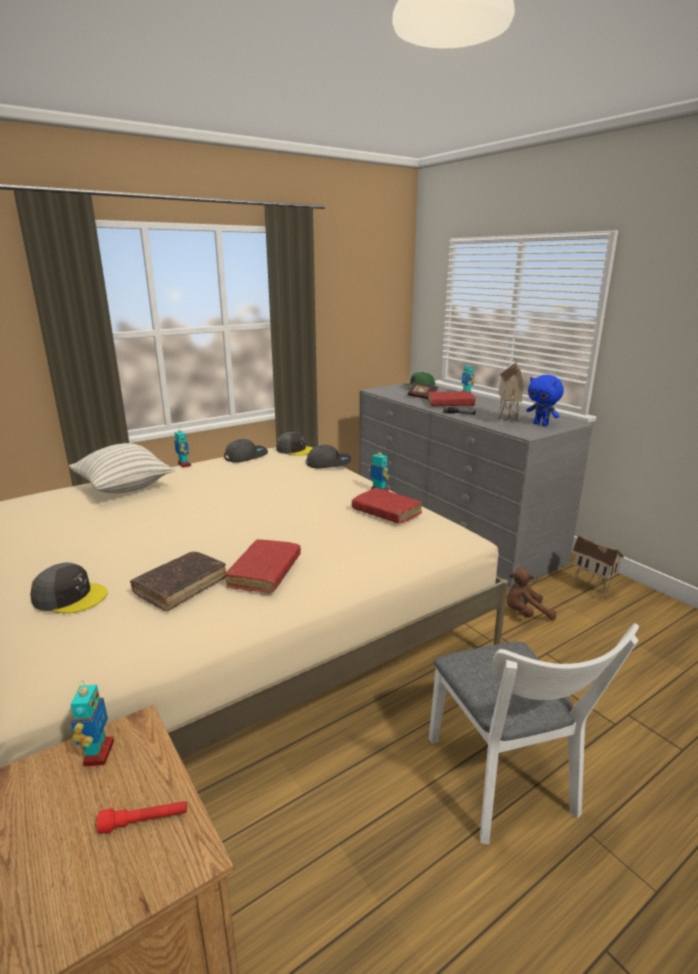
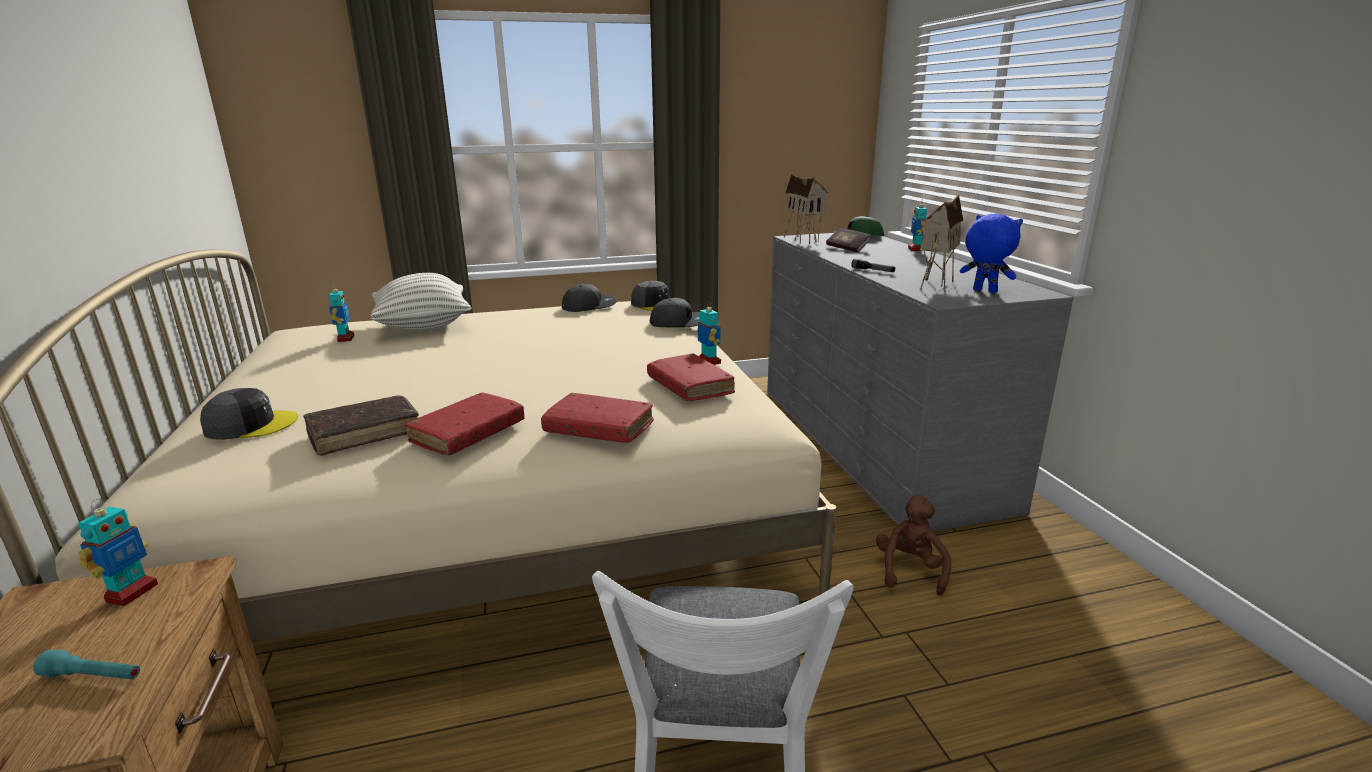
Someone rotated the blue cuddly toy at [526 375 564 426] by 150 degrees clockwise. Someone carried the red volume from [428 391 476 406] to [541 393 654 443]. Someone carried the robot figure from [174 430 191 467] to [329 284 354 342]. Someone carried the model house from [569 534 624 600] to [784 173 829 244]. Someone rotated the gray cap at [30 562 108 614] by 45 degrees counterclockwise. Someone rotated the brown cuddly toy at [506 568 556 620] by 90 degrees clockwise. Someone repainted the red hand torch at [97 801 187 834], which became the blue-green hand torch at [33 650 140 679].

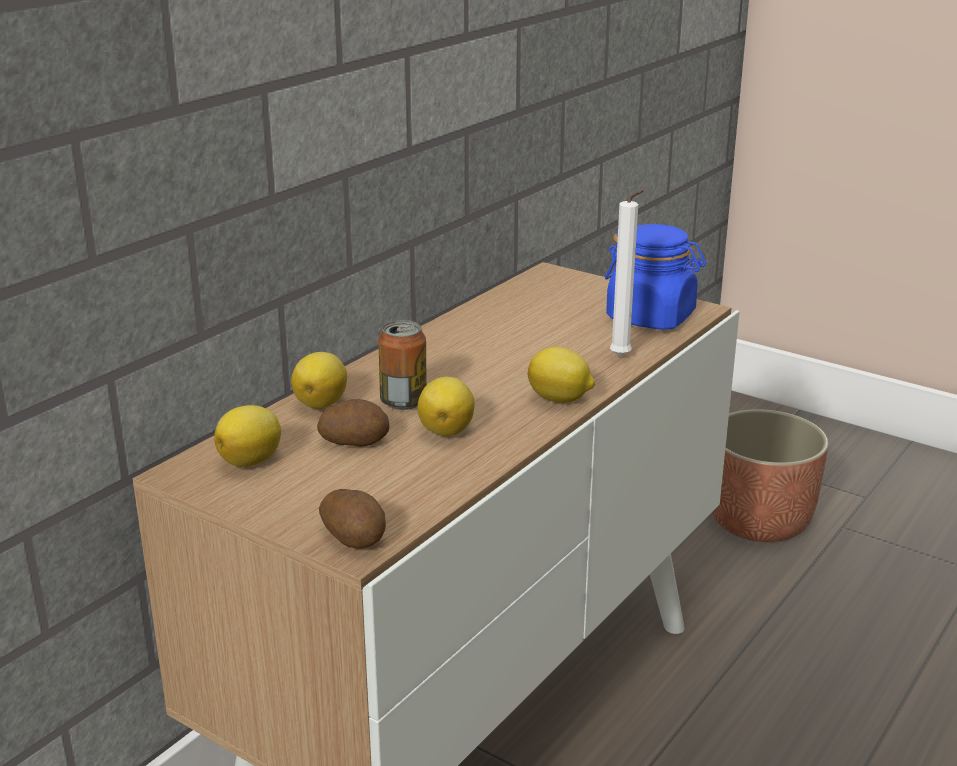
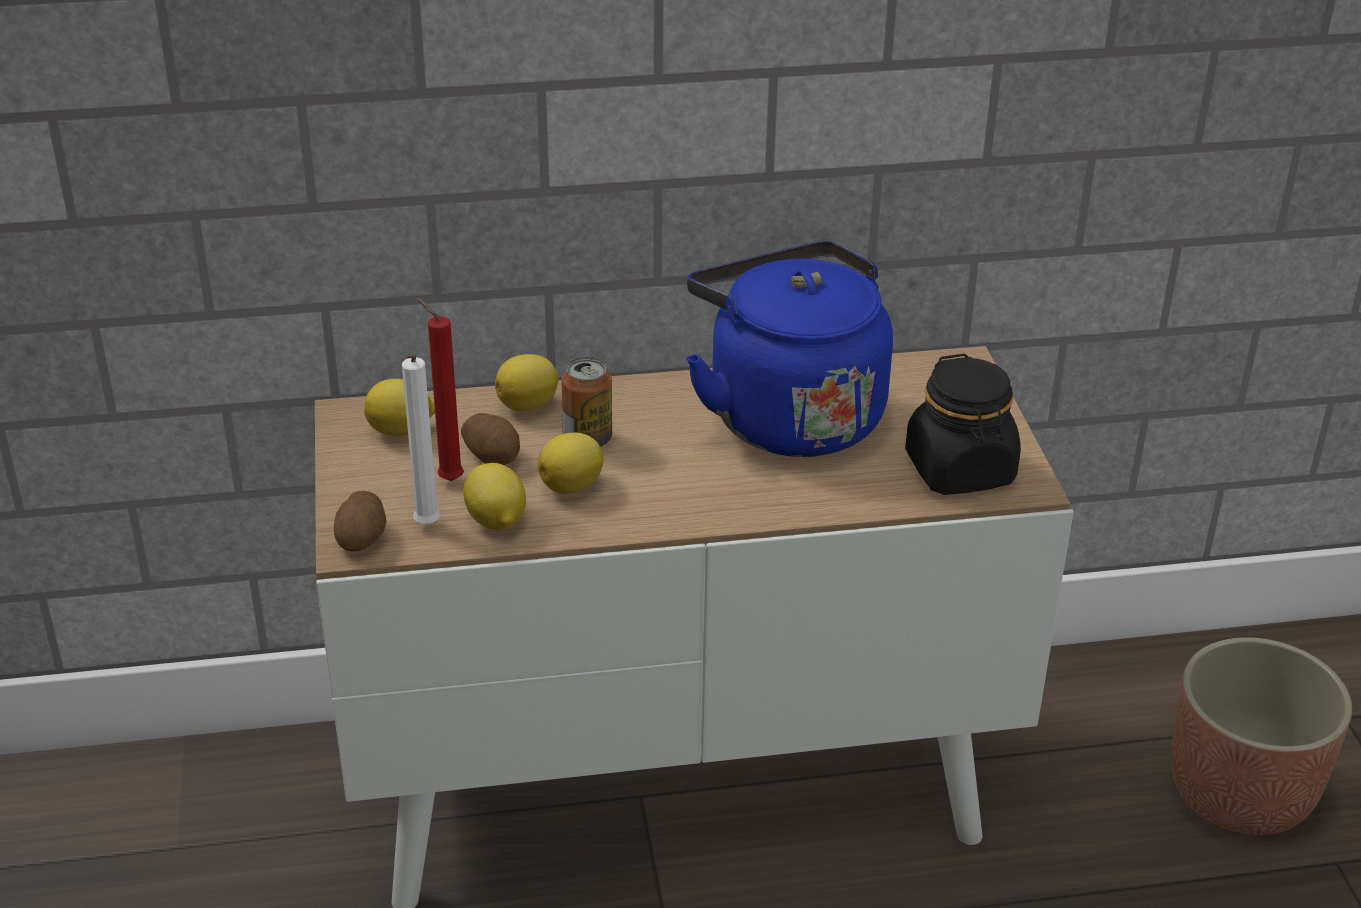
Someone carried the white candle from [610 189 645 357] to [402 355 440 525]. Someone repainted the blue jar at [605 224 706 330], which became the black-coloured jar at [905 354 1021 495]. Someone carried the whole lemon from [528 347 595 403] to [463 463 526 530]. Someone put down the blue kettle at [686 241 893 457]. Someone put down the red candle at [416 298 464 481].

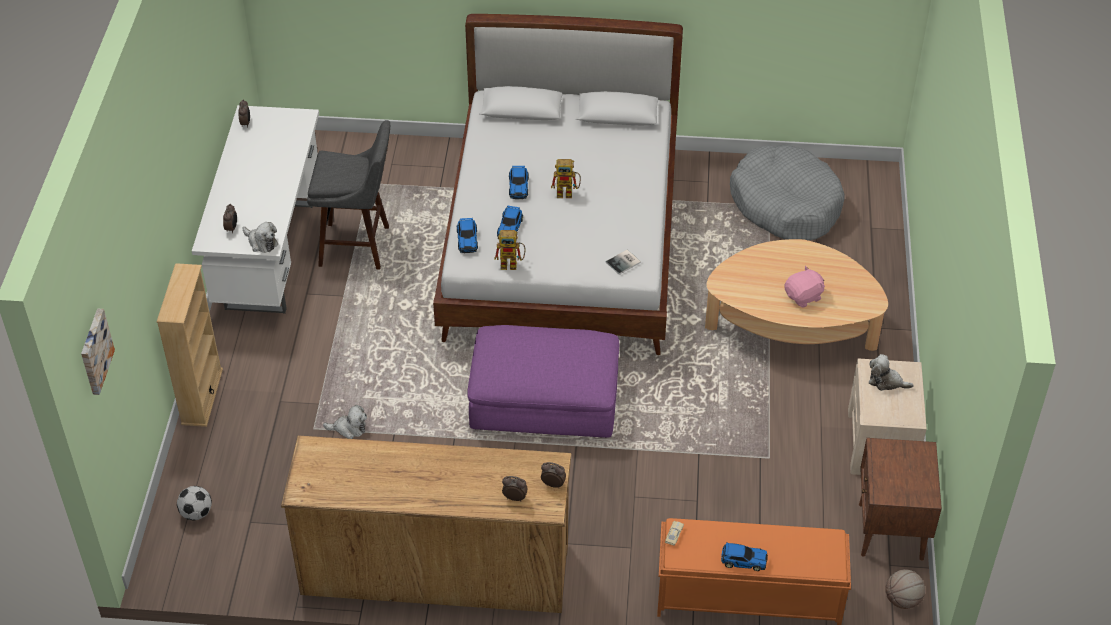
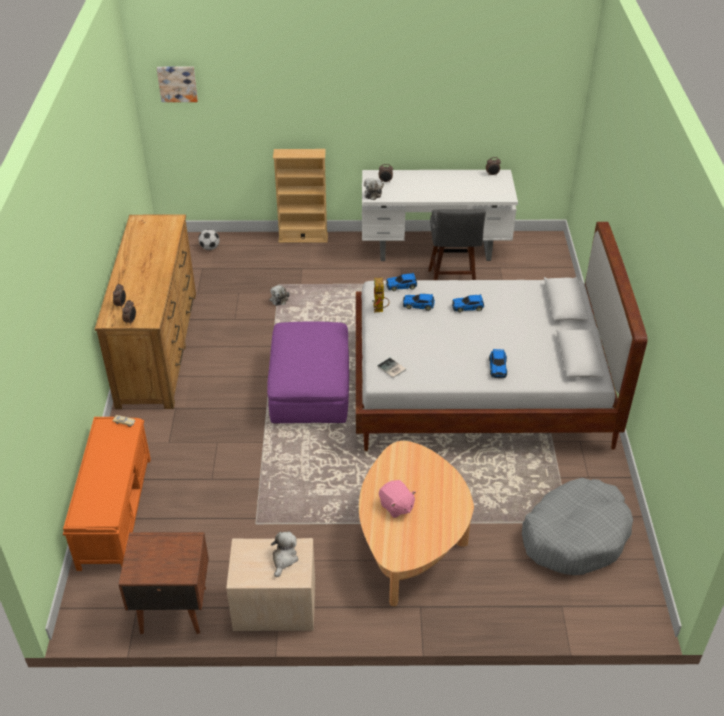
Someone took away the robot figure at [551 159 581 198]. Someone carried the miniature car from [721 542 768 571] to [489 349 507 378]. Someone took away the basketball at [885 569 925 609].

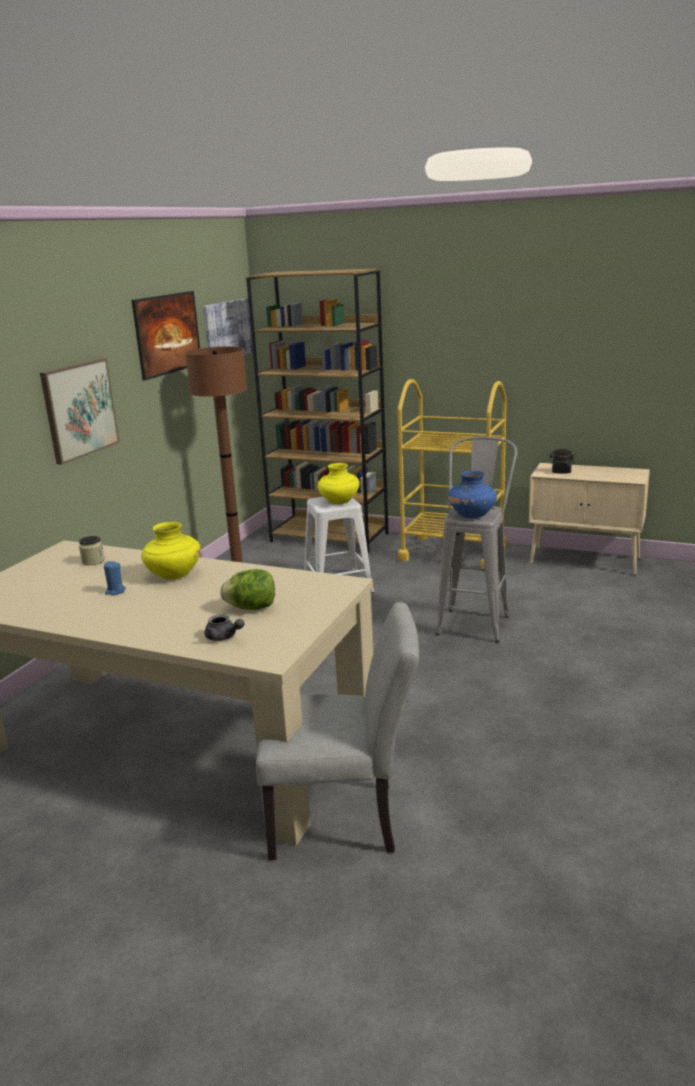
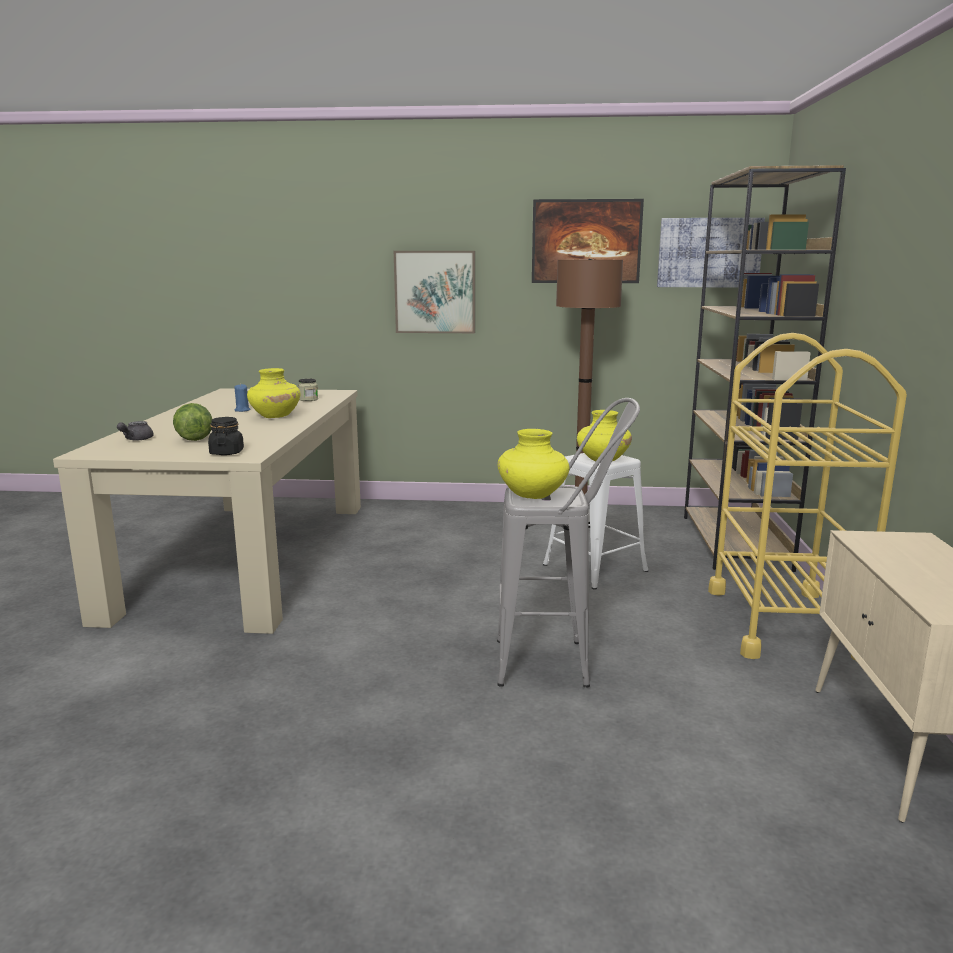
Someone carried the black-coloured jar from [550 449 574 474] to [208 417 244 455]. Someone repainted the blue vase at [448 471 497 518], which became the yellow vase at [498 429 569 499]. Someone took away the gray chair at [256 602 419 860].

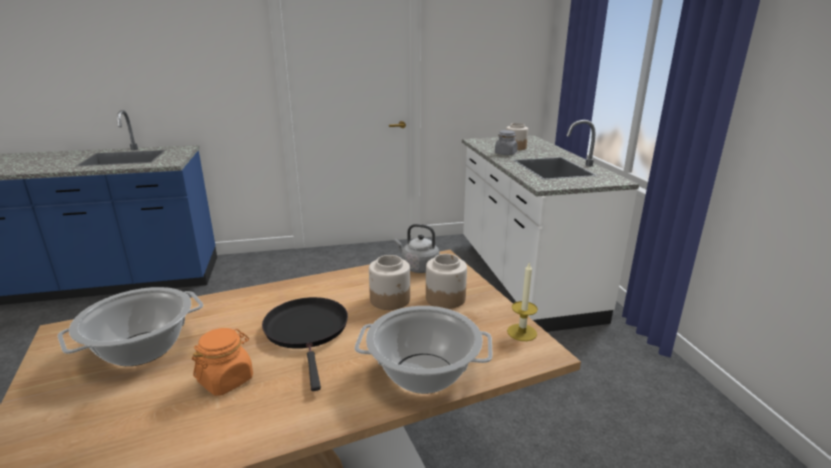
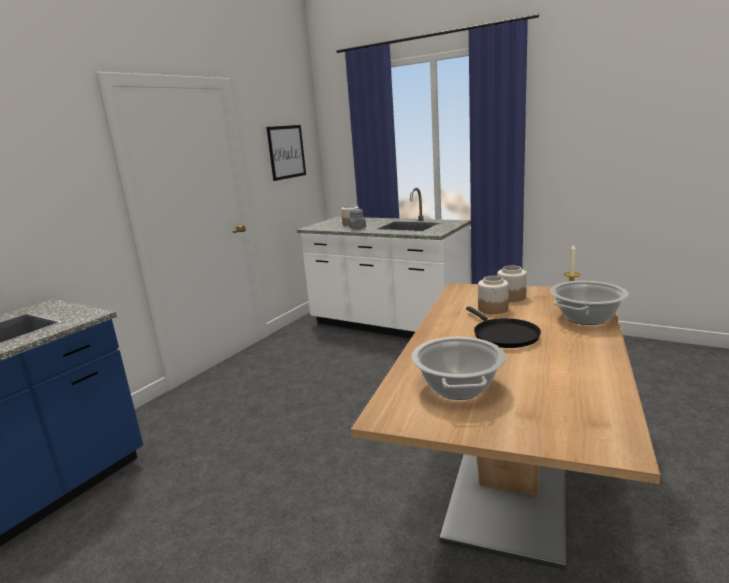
Someone took away the gray kettle at [394 224 440 273]. Someone rotated the black-coloured frying pan at [262 297 348 391] by 135 degrees counterclockwise. Someone took away the orange-coloured jar at [192 328 253 396]. Someone put up the wall art at [266 125 306 181].

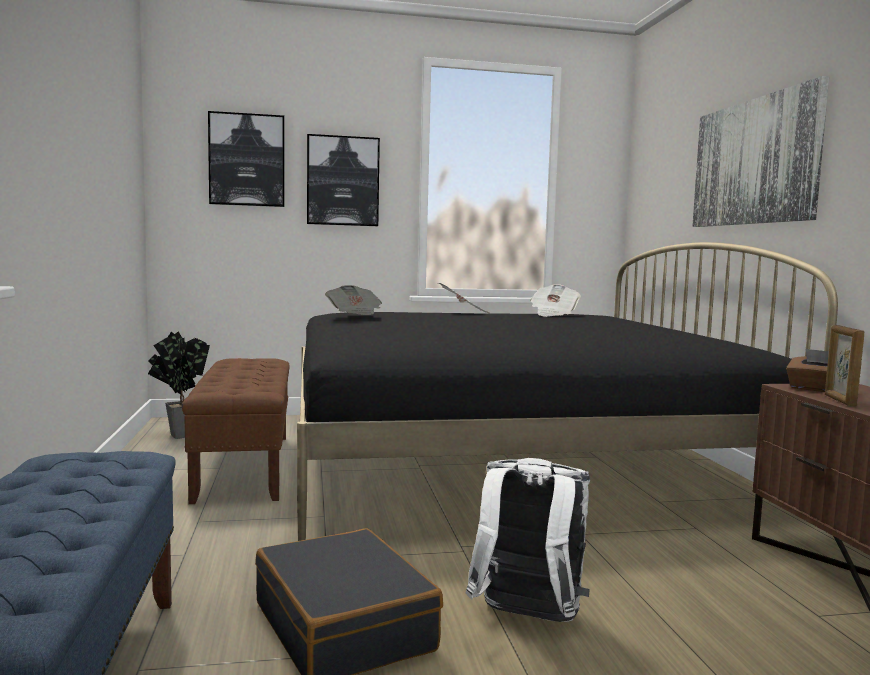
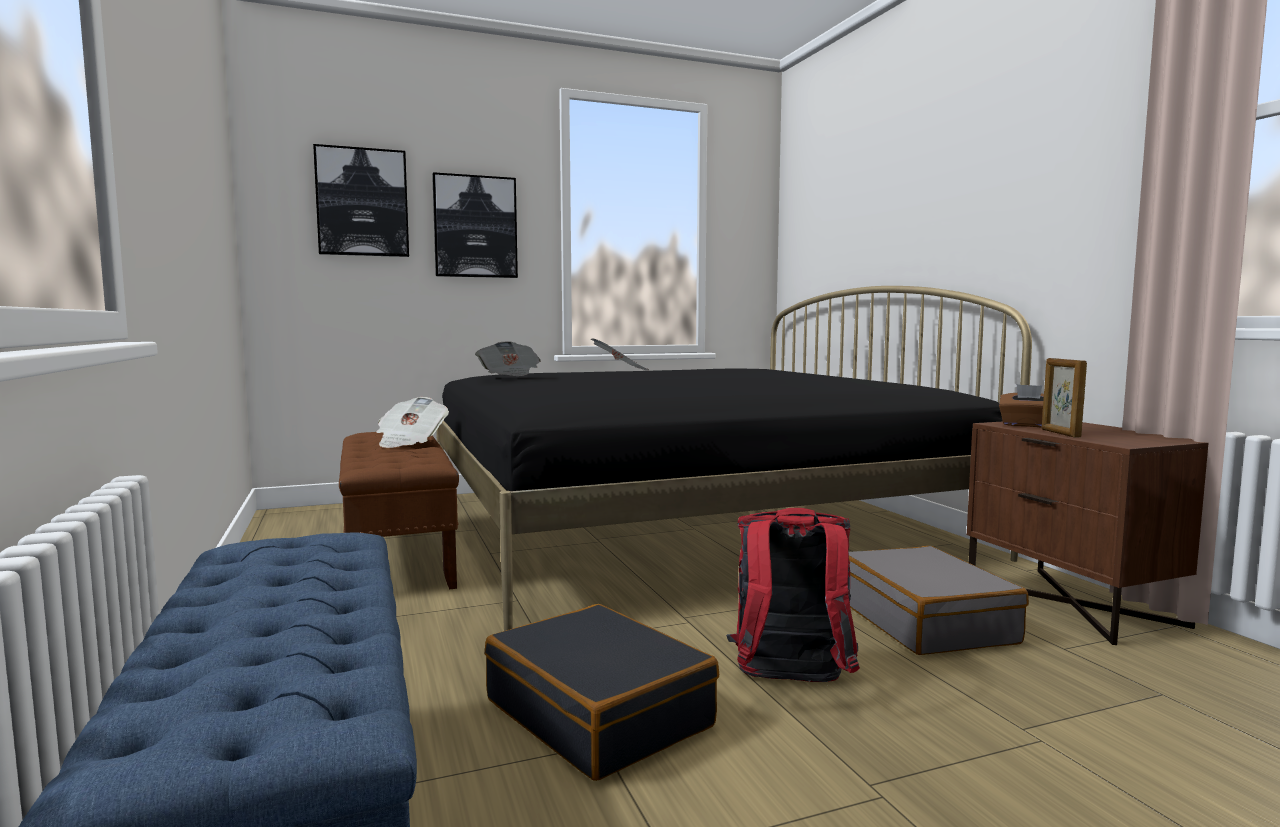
Someone took away the wall art at [692 76 829 227]. Someone carried the daily paper from [530 284 581 317] to [377 397 449 448]. Someone took away the potted plant at [148 331 210 439]. Someone repainted the white backpack at [466 458 590 622], which became the red backpack at [726 508 860 682]. Someone put down the gray piece of luggage at [849 546 1029 655].

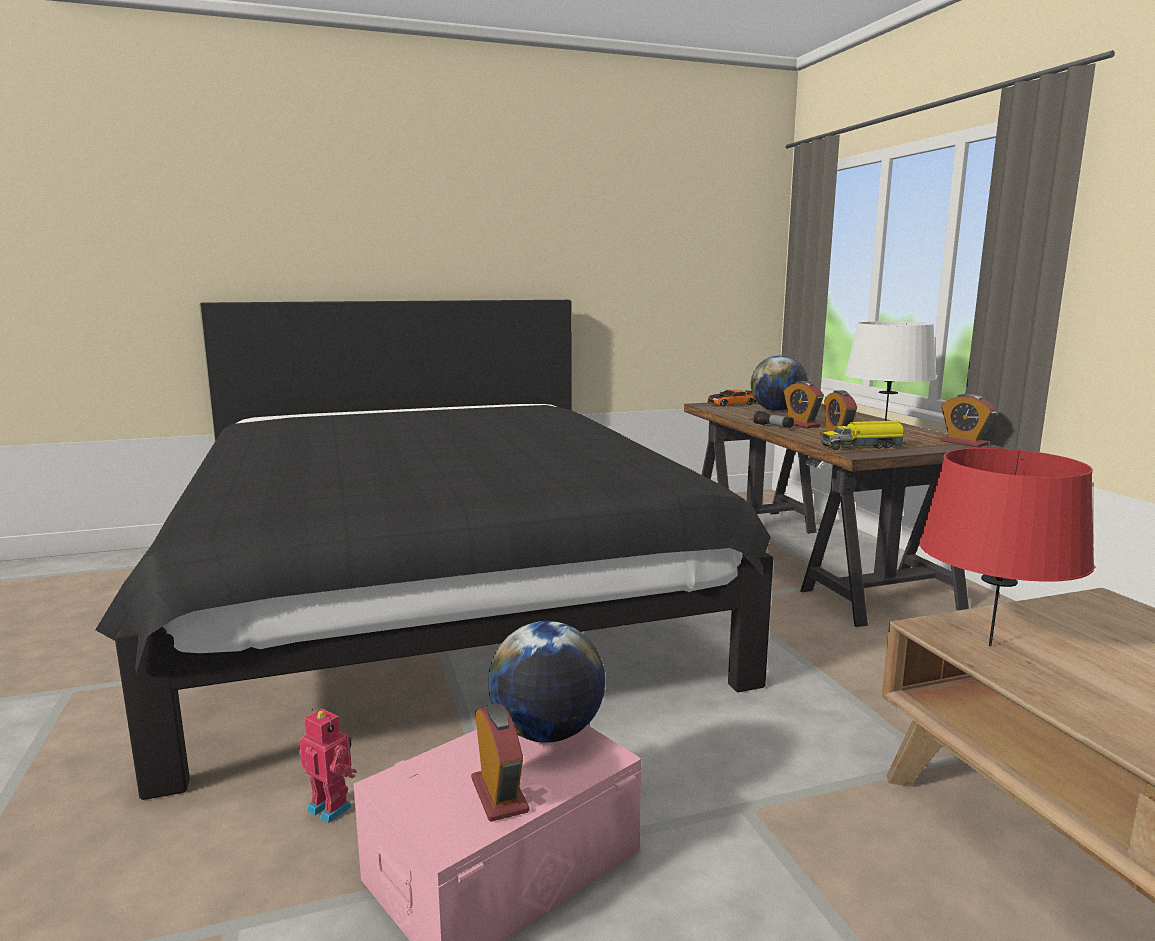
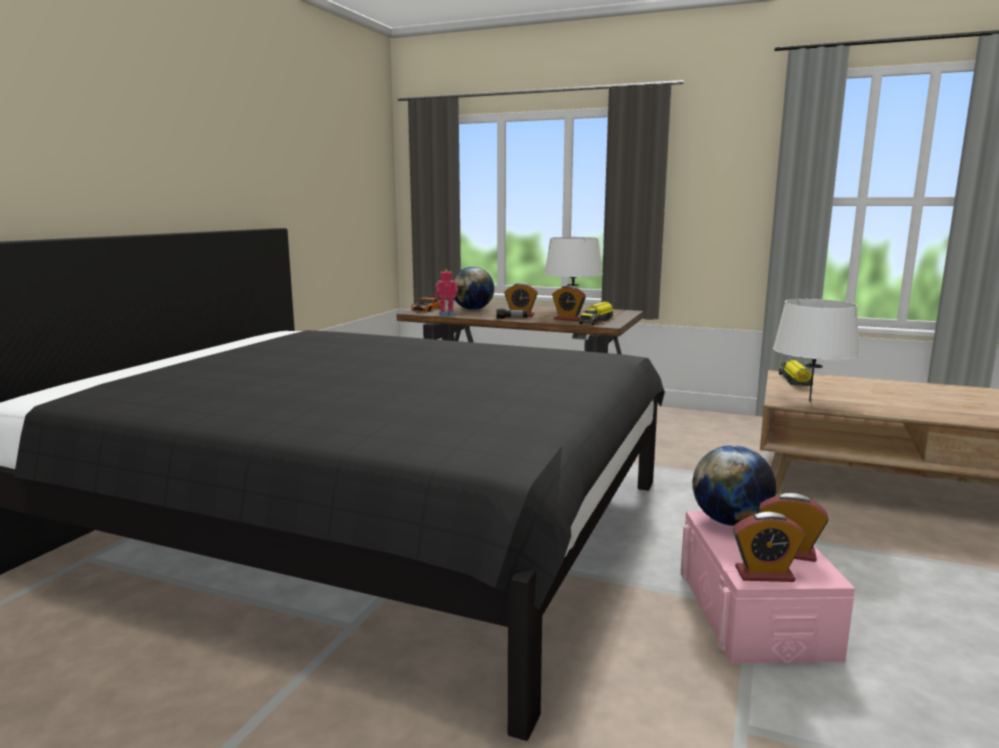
Someone carried the bedside clock from [941 394 997 447] to [733 512 806 582]. Someone repainted the red tabletop lamp at [919 448 1095 647], which became the white tabletop lamp at [773 299 860 402]. Someone carried the robot figure from [299 709 357 823] to [435 270 458 316]. Someone put down the model truck at [779 360 812 386].

